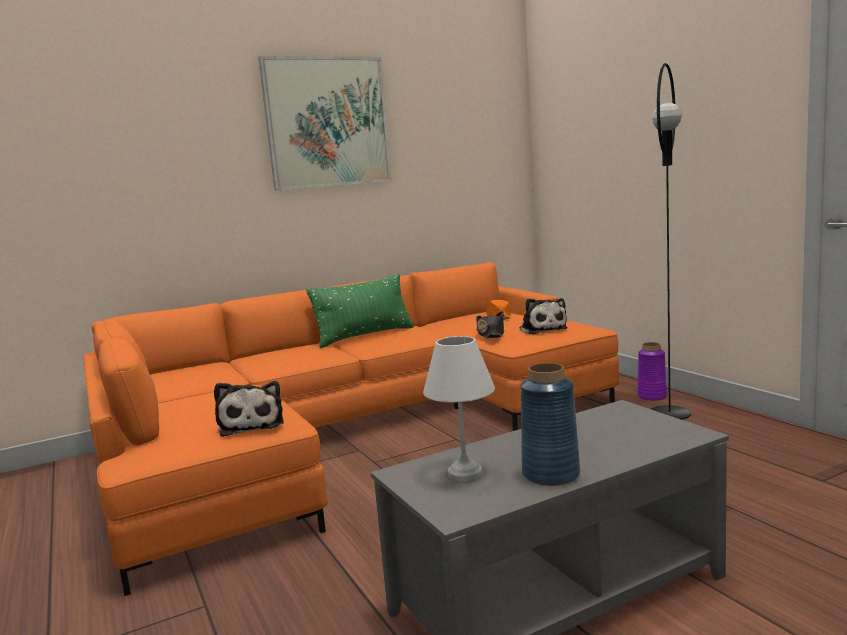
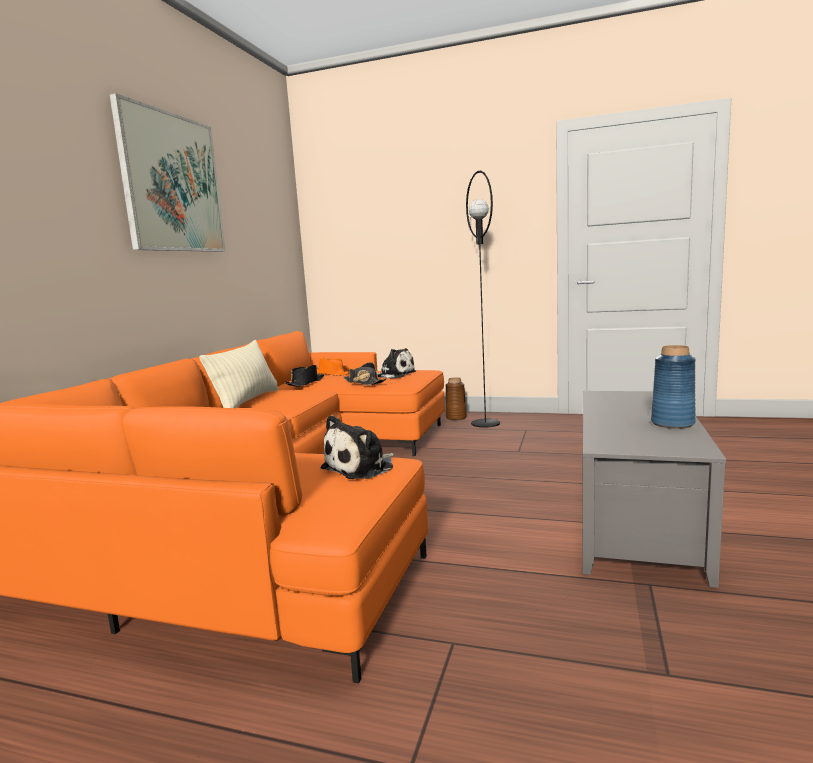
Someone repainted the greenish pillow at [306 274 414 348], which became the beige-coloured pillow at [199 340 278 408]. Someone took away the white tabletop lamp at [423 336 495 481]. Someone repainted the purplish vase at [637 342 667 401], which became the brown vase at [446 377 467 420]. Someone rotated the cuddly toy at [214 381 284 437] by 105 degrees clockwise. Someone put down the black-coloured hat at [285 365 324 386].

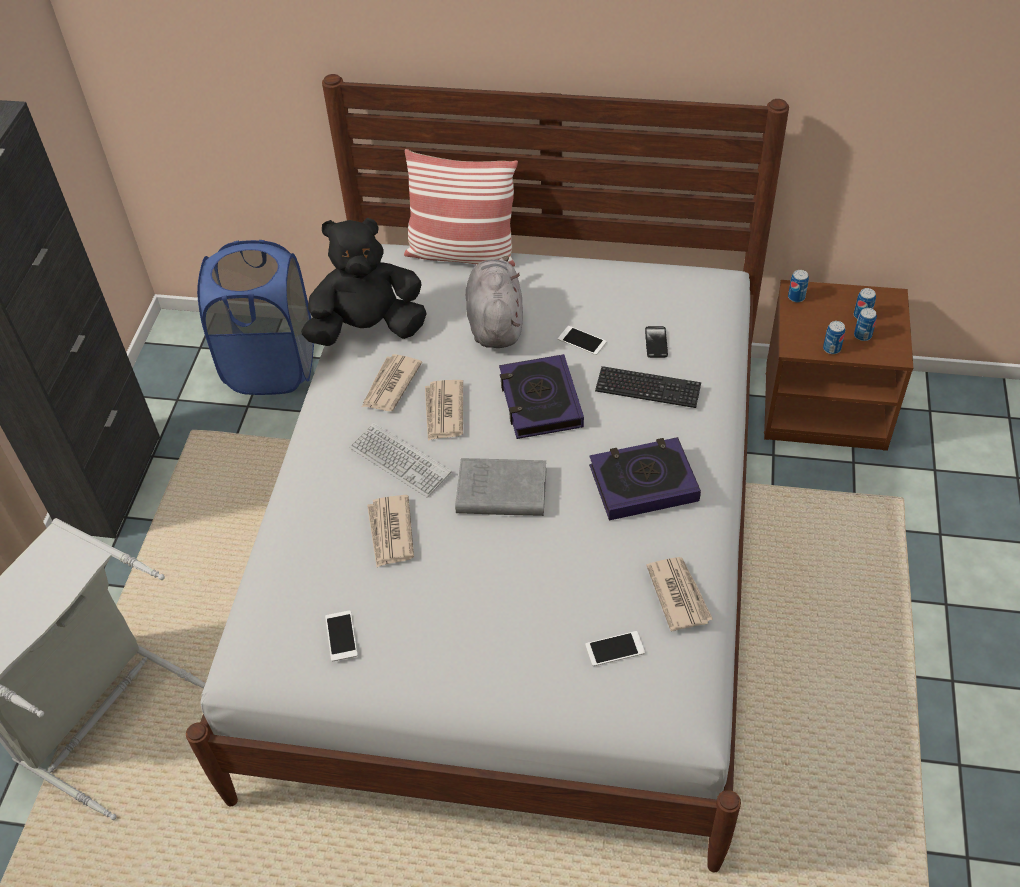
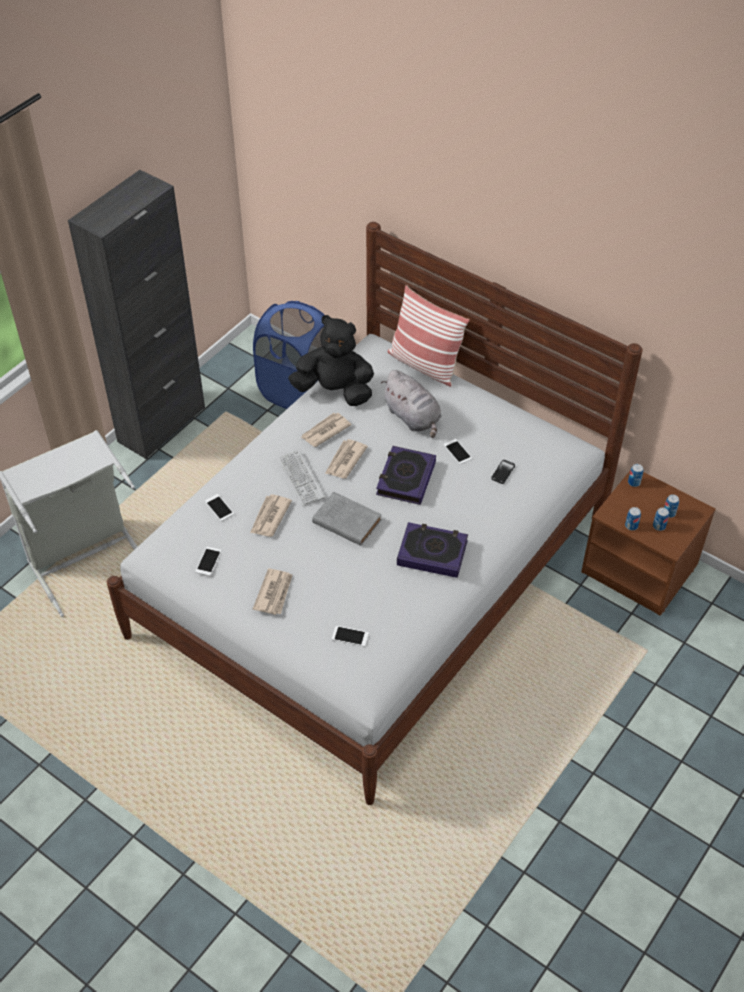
Someone rotated the gray cuddly toy at [466 256 523 348] by 120 degrees clockwise. Someone took away the computer keyboard at [595 366 701 408]. Someone carried the daily paper from [646 557 713 631] to [253 569 292 615]. Someone put down the phone at [205 494 234 521].

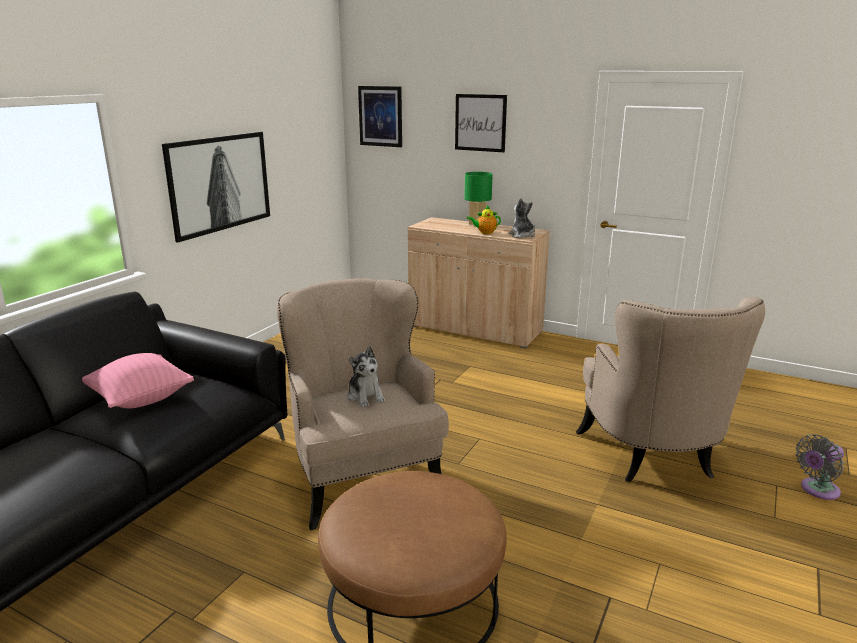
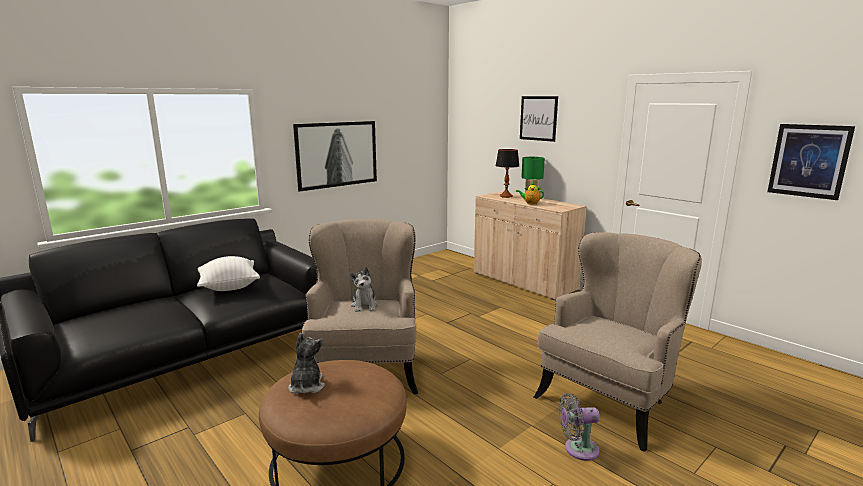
Someone carried the wall art from [358 86 402 147] to [767 124 855 200]. Someone carried the cuddly toy from [509 198 535 239] to [288 333 325 394]. Someone rotated the beige-coloured easy chair at [576 297 765 482] by 150 degrees counterclockwise. Someone repainted the pink pillow at [82 353 194 408], which became the white pillow at [197 256 260 291]. Someone carried the gray electric fan from [795 434 844 500] to [559 393 600 461]. Someone put down the tabletop lamp at [495 149 519 198].

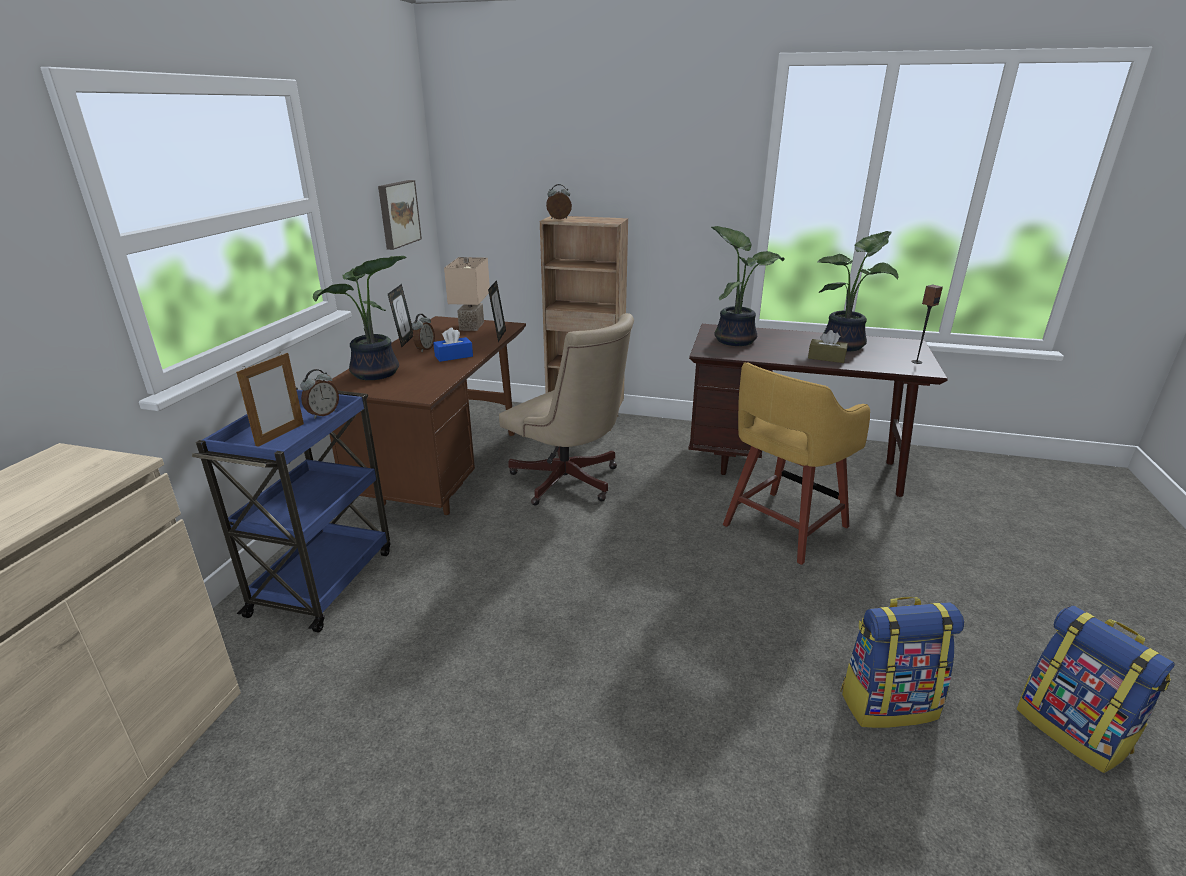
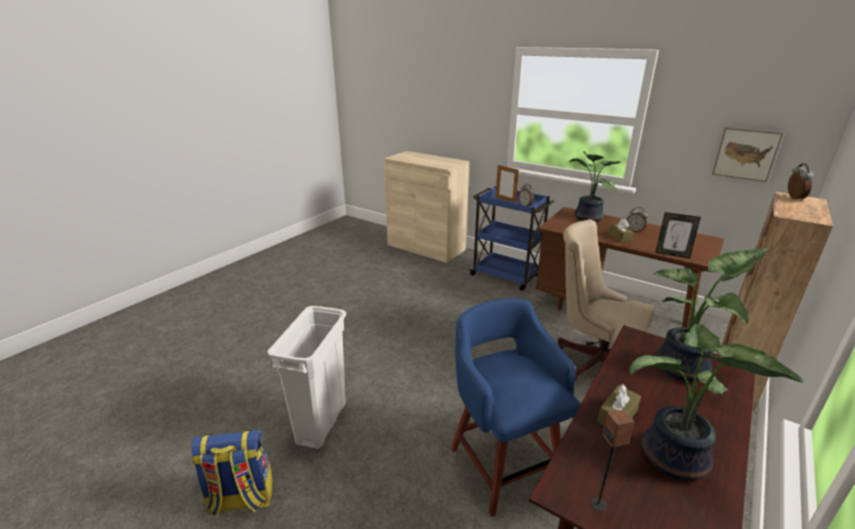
Someone took away the beige-coloured tabletop lamp at [444 257 490 331]. Someone took away the photo frame at [388 284 413 347]. Someone rotated the beige-coloured office chair at [499 313 634 506] by 60 degrees clockwise. Someone repainted the blue tissue holder at [433 328 473 362], which became the brown tissue holder at [609 219 634 243]. Someone repainted the yellow stool at [723 362 870 565], which became the blue stool at [451 298 580 517]. Someone swapped the backpack at [841 597 964 728] for the white trash can at [267 306 346 449].

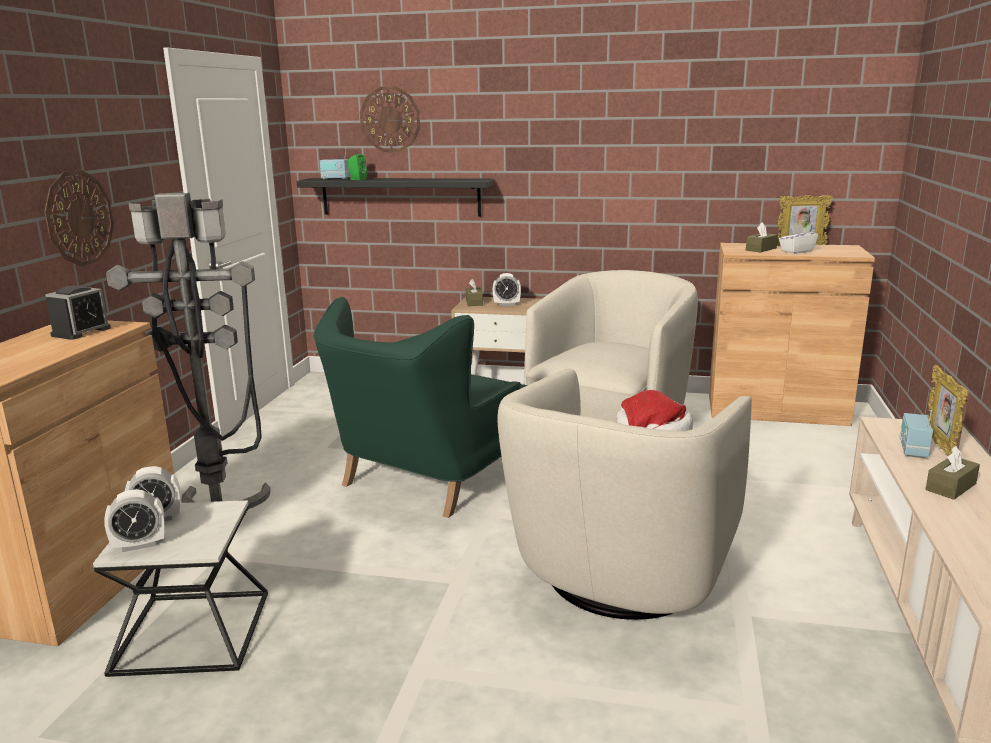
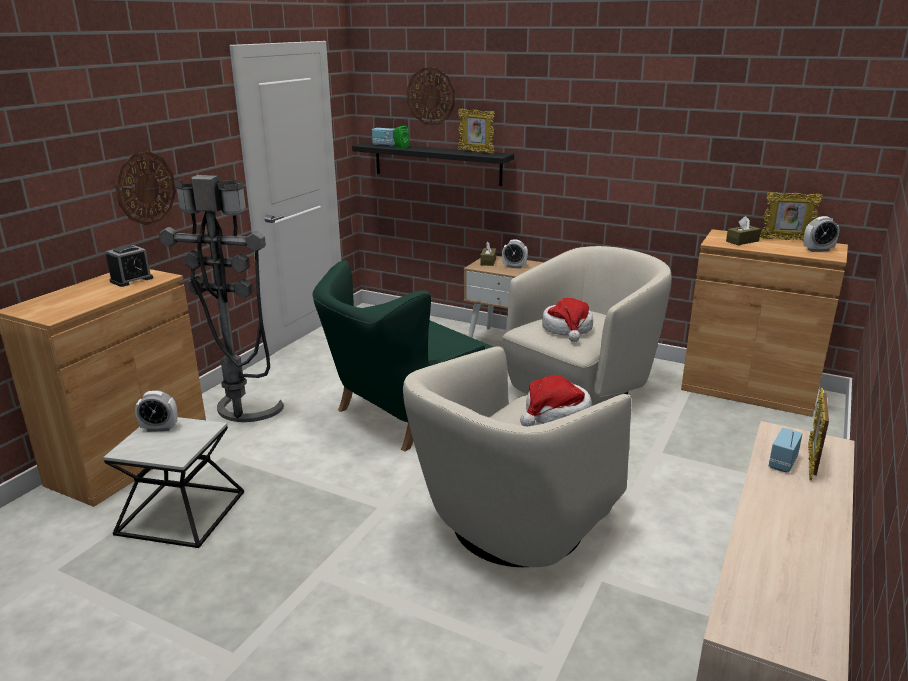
Someone took away the white tissue holder at [779 225 818 254]. Someone took away the brown tissue holder at [926 446 980 500]. Someone carried the bedside clock from [104 489 165 552] to [804 216 839 252]. Someone put down the photo frame at [458 109 495 153]. Someone put down the hat at [542 298 593 342].

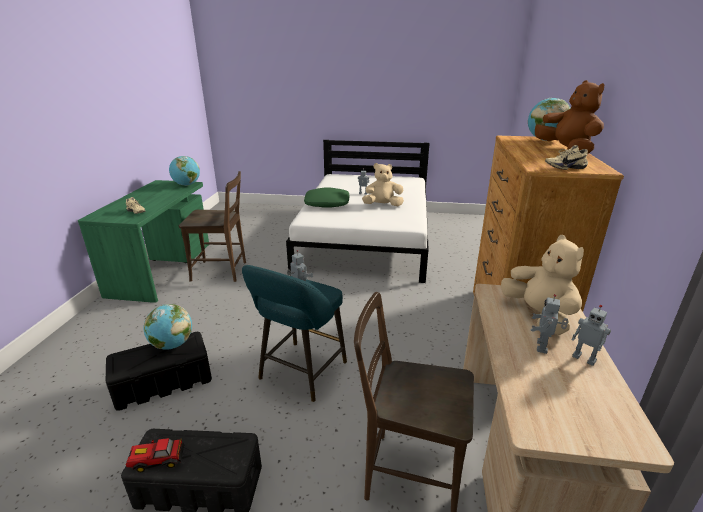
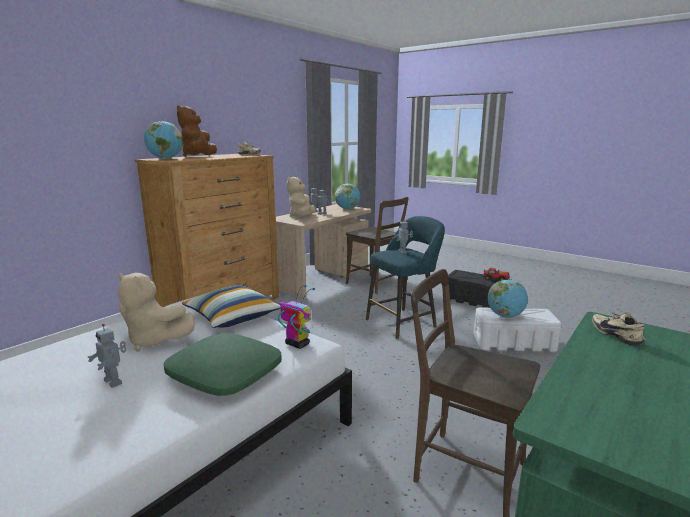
Someone carried the desk globe from [169 156 200 186] to [335 183 360 209]. Someone repainted the black-coloured storage container at [106 332 212 411], which became the white storage container at [473 307 562 352]. Someone put down the pillow at [182 285 281 328]. Someone put down the robot figure at [278 285 315 349].

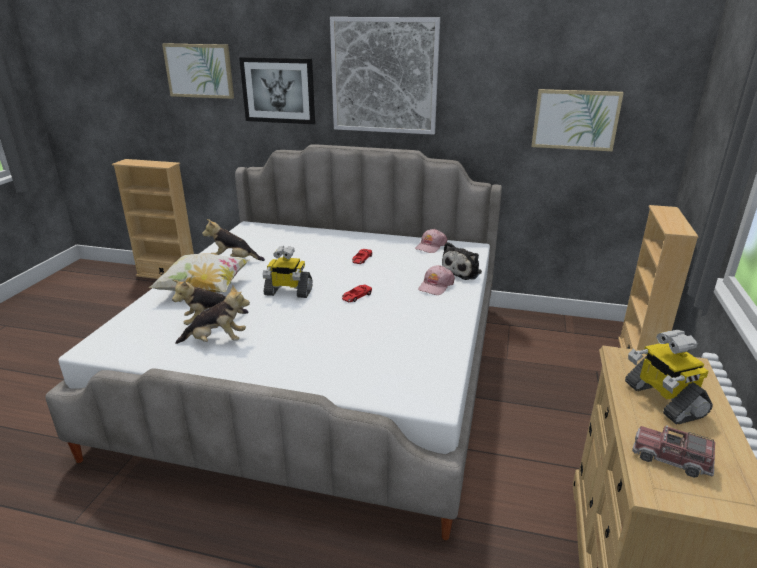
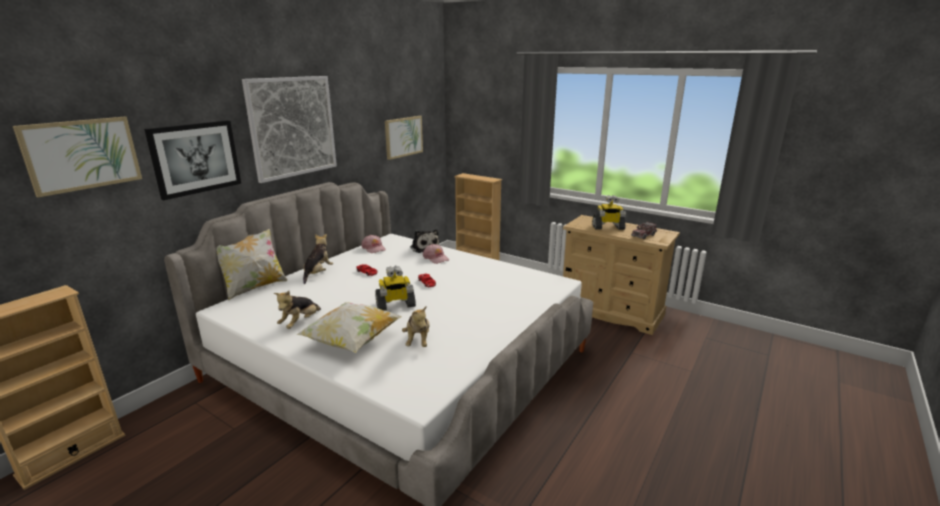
Someone rotated the robot figure at [262 246 313 298] by 45 degrees clockwise. Someone carried the cuddly toy from [175 284 250 344] to [303 234 333 284]. Someone put down the pillow at [216 229 287 300].

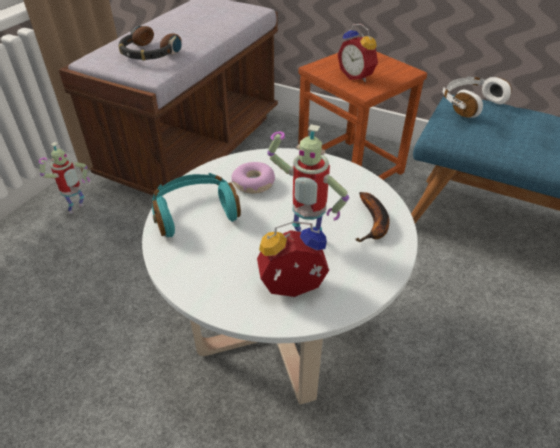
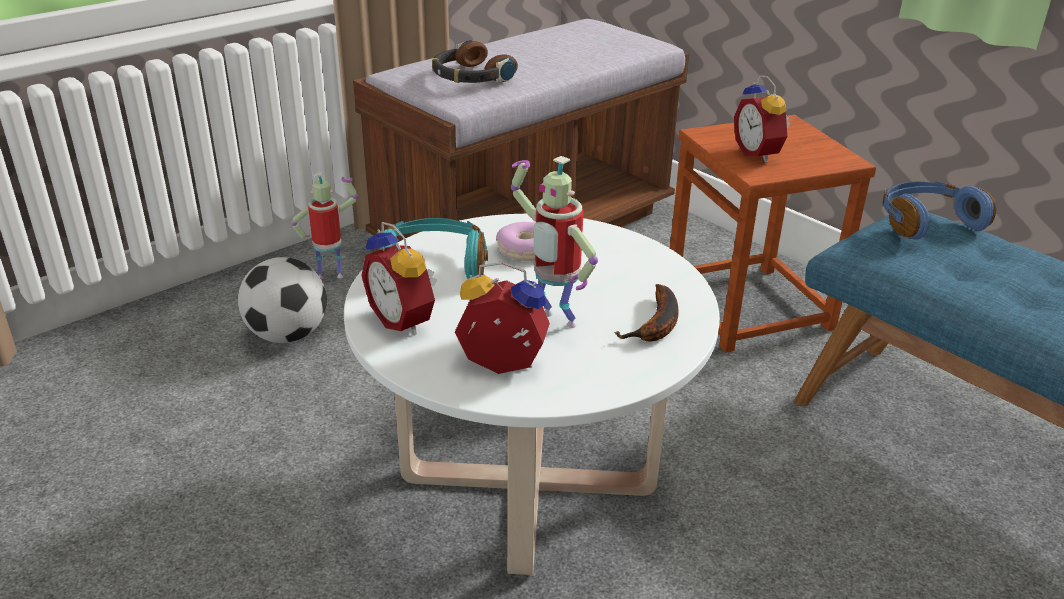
Someone repainted the white headphones at [443 77 512 118], which became the blue headphones at [883 181 996 240]. Someone rotated the robot figure at [39 142 90 214] by 150 degrees counterclockwise. Someone put down the bedside clock at [361 222 437 335]. Someone put down the ball for football at [238 257 327 343].

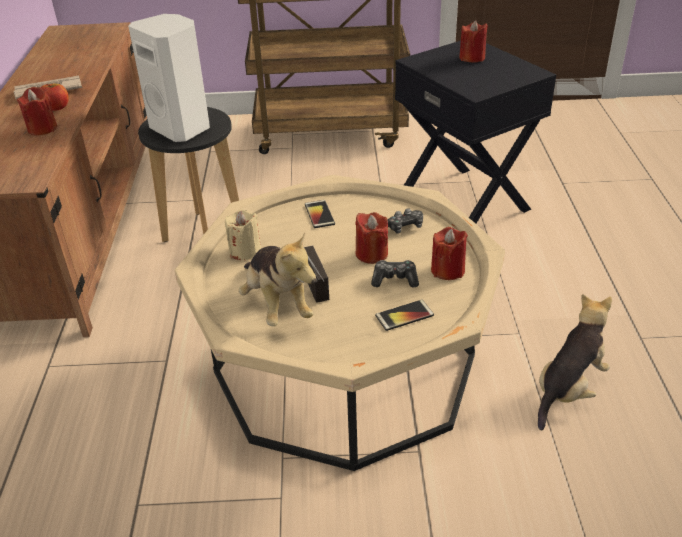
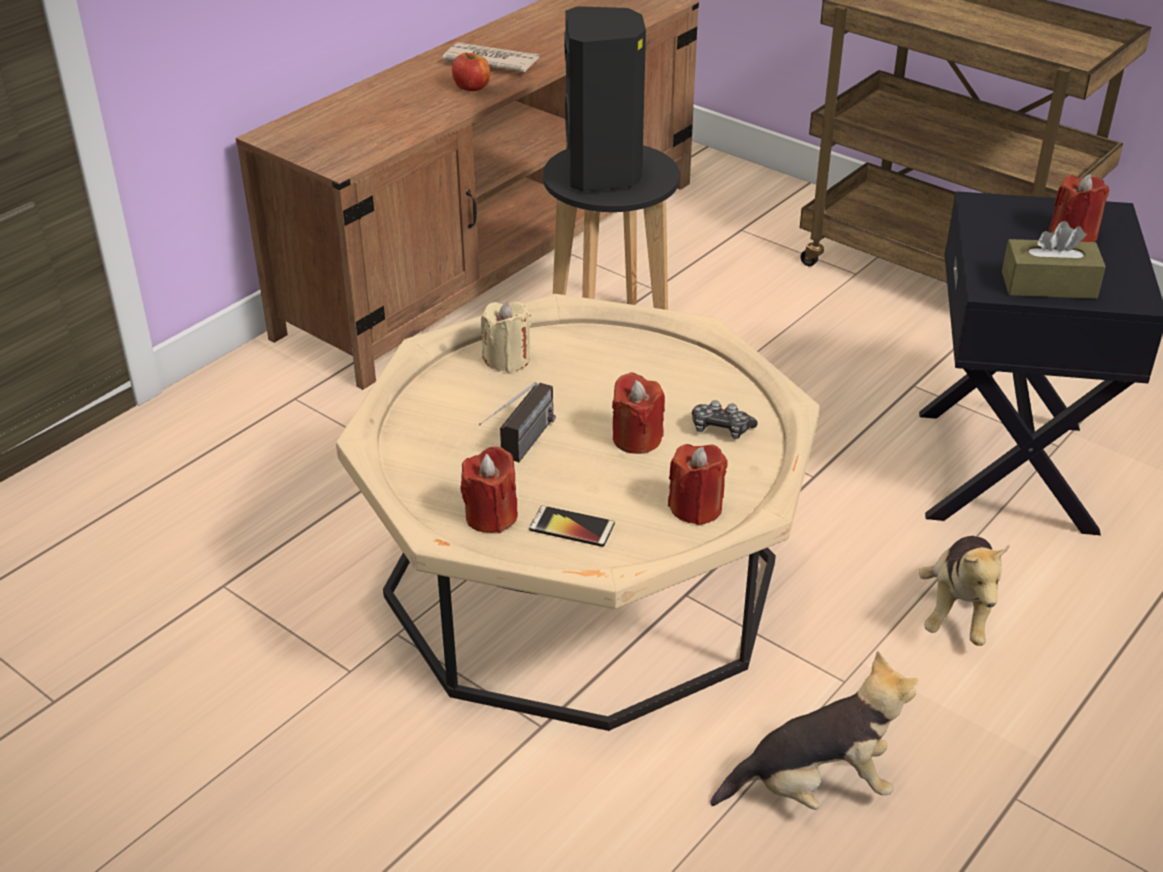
Someone repainted the white loudspeaker at [128 14 210 142], which became the black-coloured loudspeaker at [564 6 646 192]. Someone carried the red candle from [17 87 57 136] to [460 447 518 533]. Someone took away the phone at [305 200 335 228]. Someone carried the cuddly toy from [239 233 316 326] to [919 536 1010 646]. Someone took away the joypad at [371 260 419 288]. Someone put down the brown tissue holder at [1002 221 1106 299].

